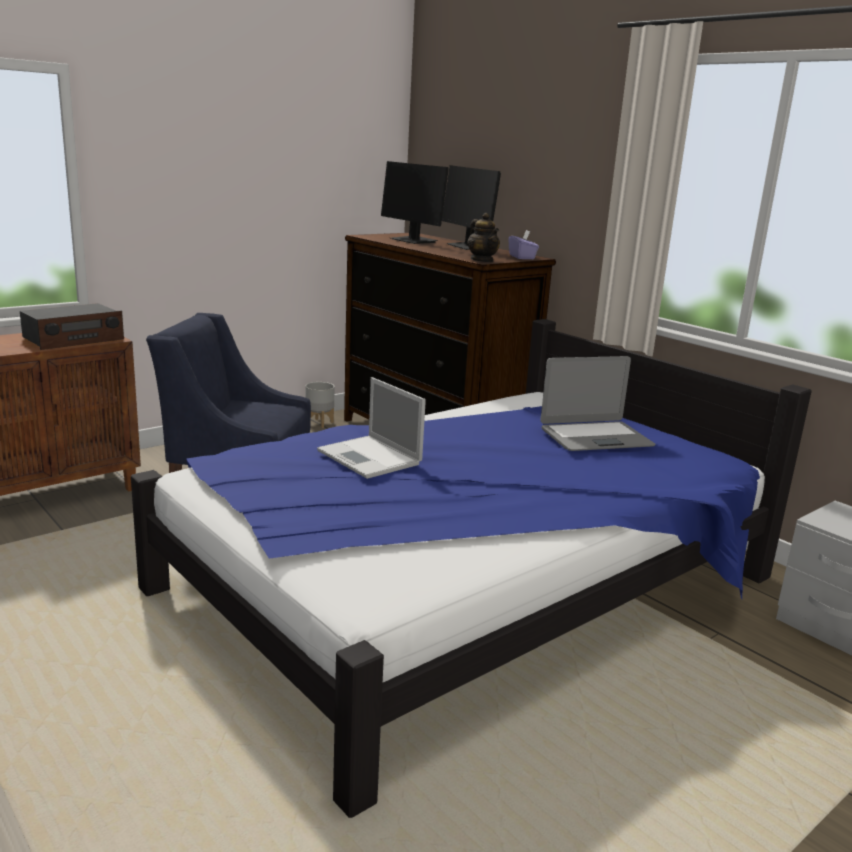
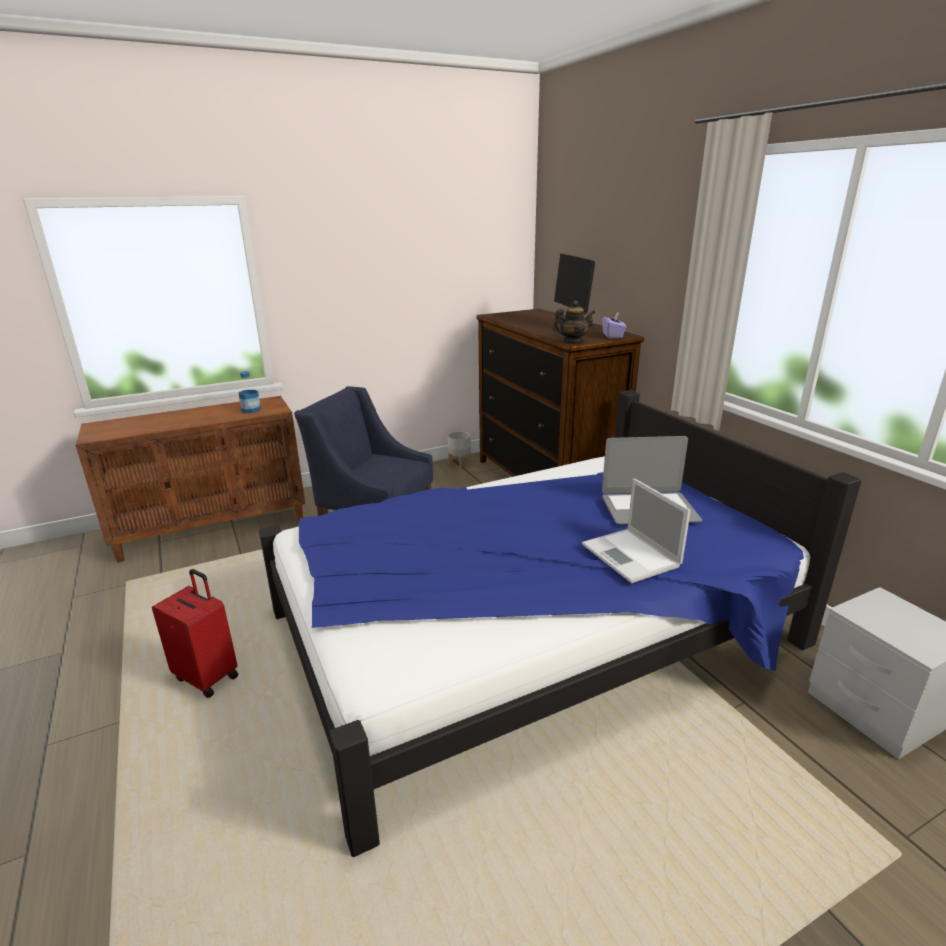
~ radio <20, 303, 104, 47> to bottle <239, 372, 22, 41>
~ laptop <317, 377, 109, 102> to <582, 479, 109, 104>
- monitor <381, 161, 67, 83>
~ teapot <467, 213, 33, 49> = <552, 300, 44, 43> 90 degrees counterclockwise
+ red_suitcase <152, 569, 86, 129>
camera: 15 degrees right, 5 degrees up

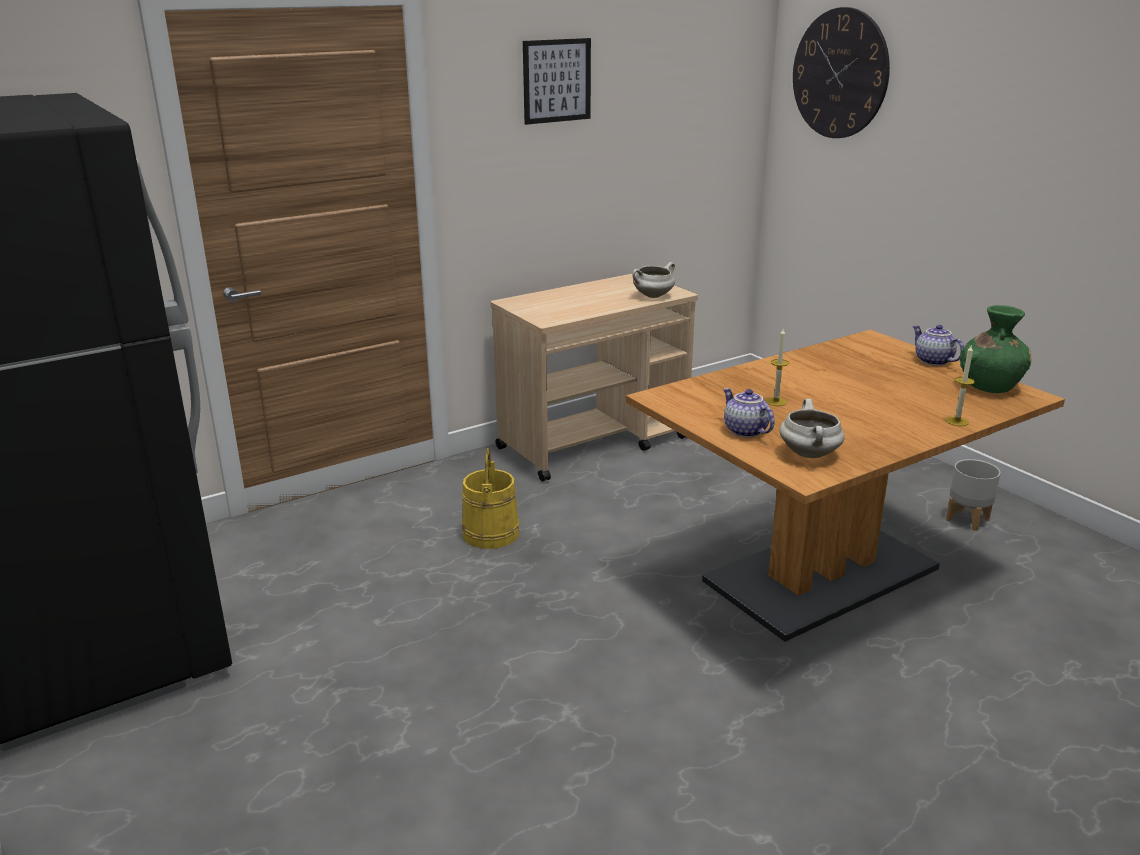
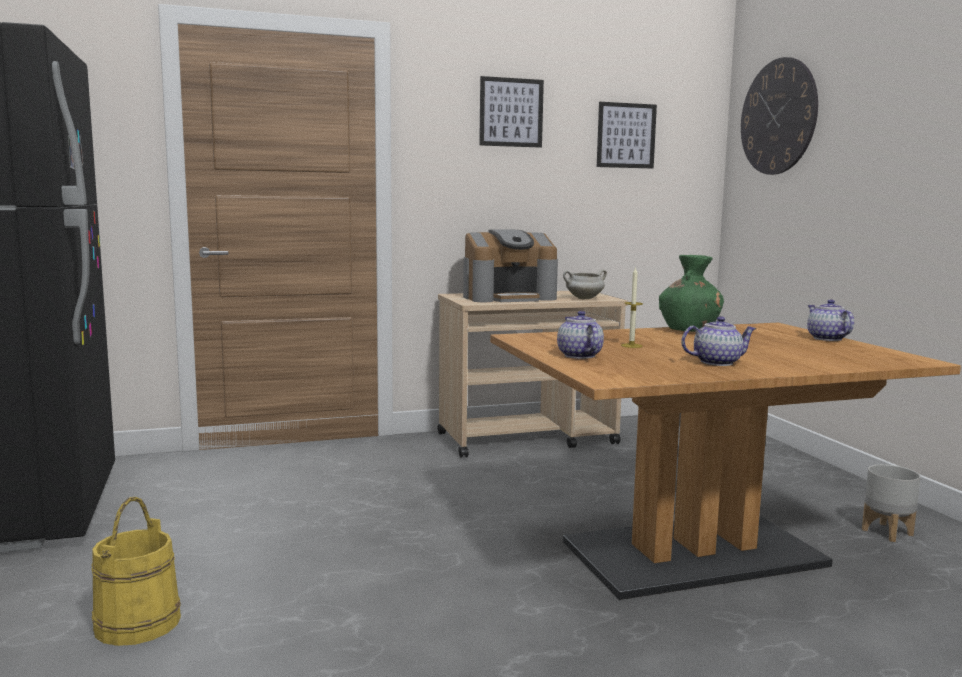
~ yellow_bucket <462, 448, 57, 101> to <91, 497, 90, 149>
- white_cooking_pot <780, 399, 65, 59>
- candle <946, 344, 29, 82>
~ green_vase <960, 305, 71, 88> to <659, 255, 65, 77>
+ coffee_machine <463, 229, 95, 73>
+ picture <597, 102, 60, 67>
+ teapot <681, 316, 76, 50>
camera: 15 degrees right, 15 degrees down

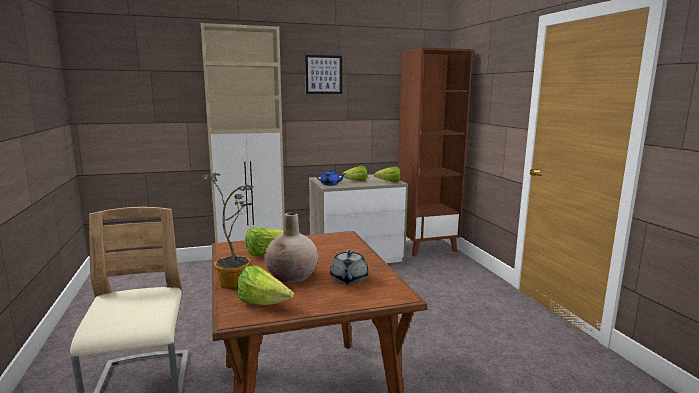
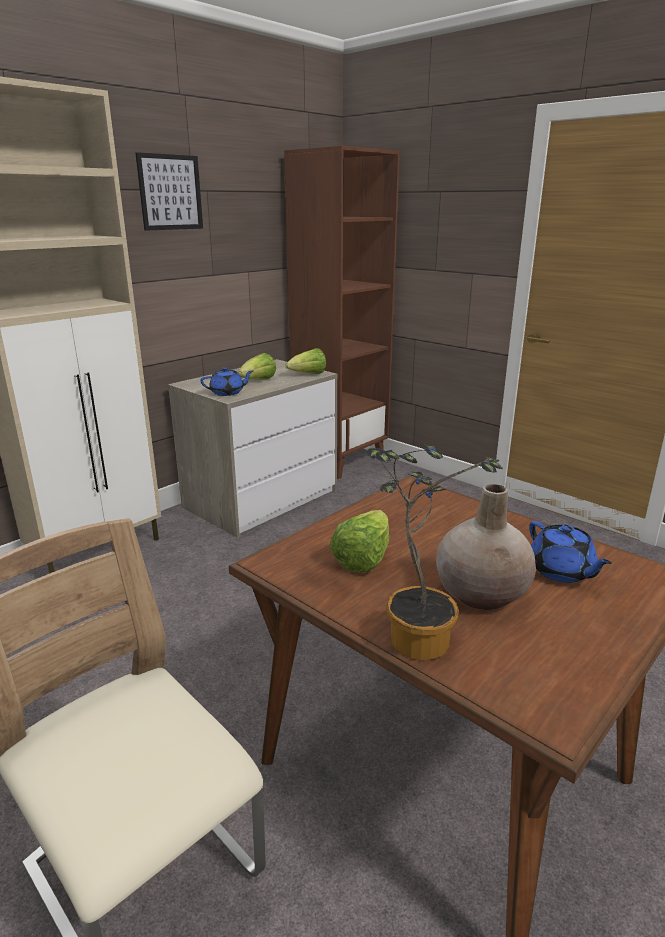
- lettuce <237, 265, 57, 40>
~ grey_teapot <330, 250, 38, 34> to blue_teapot <529, 521, 83, 62>
camera: 30 degrees left, 10 degrees up

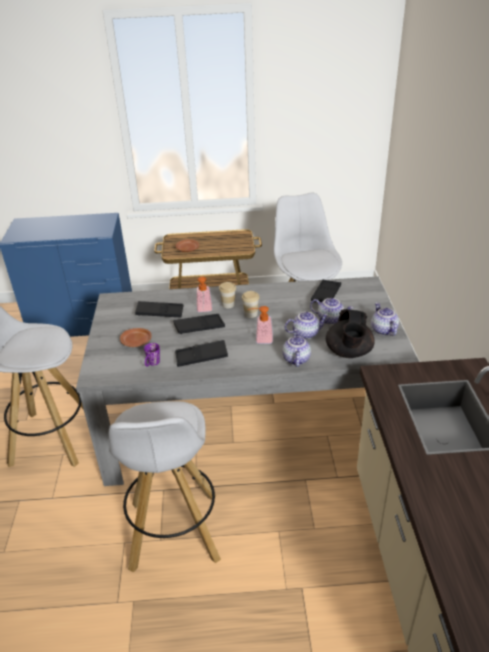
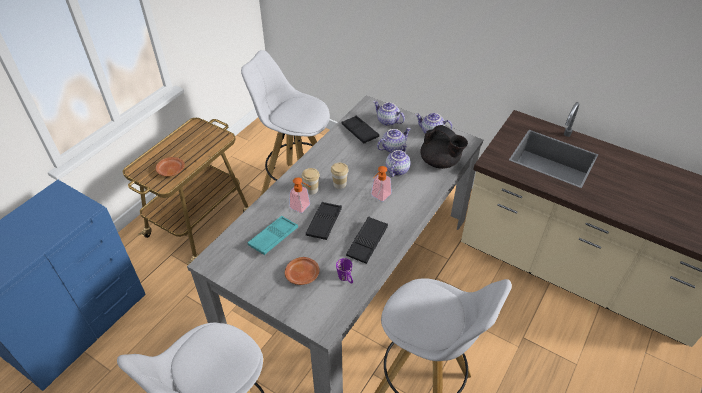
~ black_tray <135, 301, 48, 16> to turquoise_tray <248, 216, 50, 39>
~ teapot <282, 329, 29, 38> to <373, 101, 32, 25>
camera: 55 degrees left, 10 degrees up

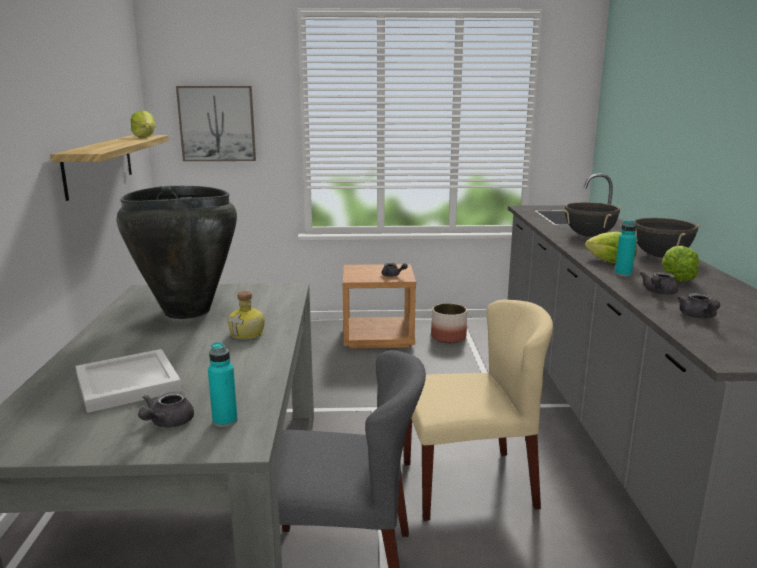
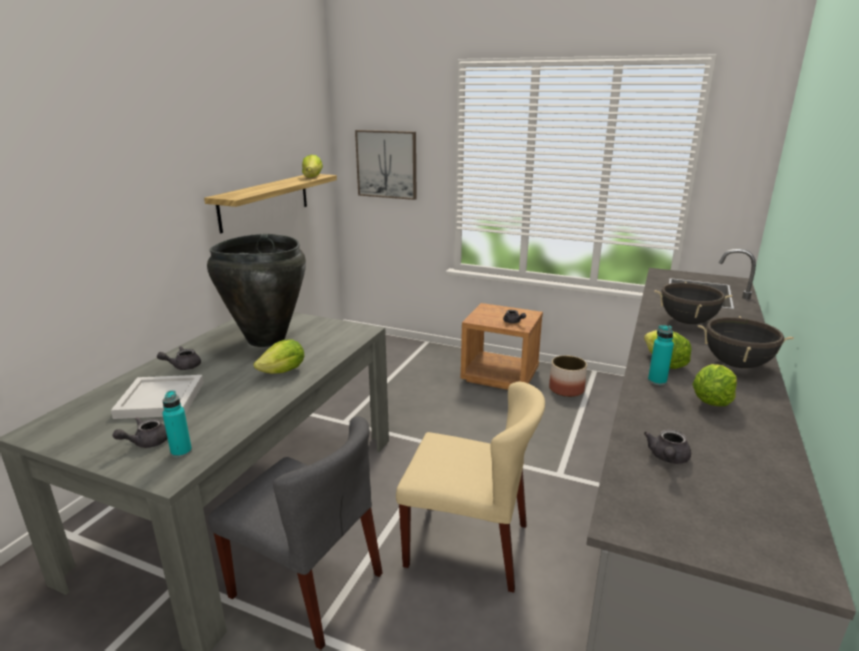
~ bottle <228, 291, 37, 48> to lettuce <254, 339, 50, 35>
~ grey_teapot <640, 272, 38, 23> to <157, 346, 44, 24>
camera: 25 degrees right, 5 degrees up

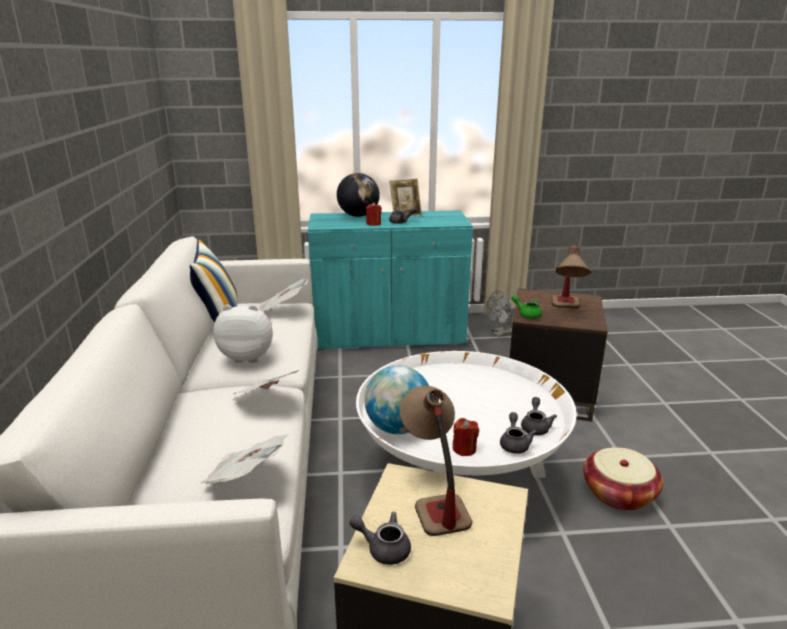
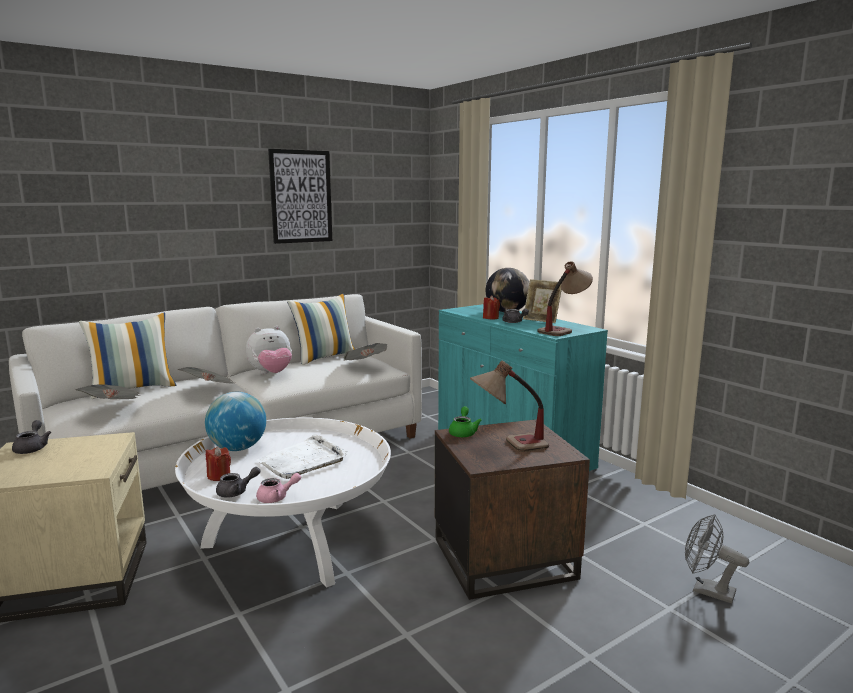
~ plush_toy <213, 305, 60, 58> = <246, 326, 46, 48> 90 degrees clockwise
~ table_lamp <399, 386, 73, 150> to <537, 261, 56, 75>
~ grey_fan <486, 291, 29, 46> to <685, 514, 64, 90>
~ grey_teapot <521, 397, 36, 38> to pink_teapot <256, 473, 45, 30>
- basket <583, 447, 80, 64>
+ pillow <79, 313, 98, 86>
+ white_tray <256, 434, 91, 45>
+ picture <268, 149, 64, 95>
camera: 60 degrees right, 10 degrees down

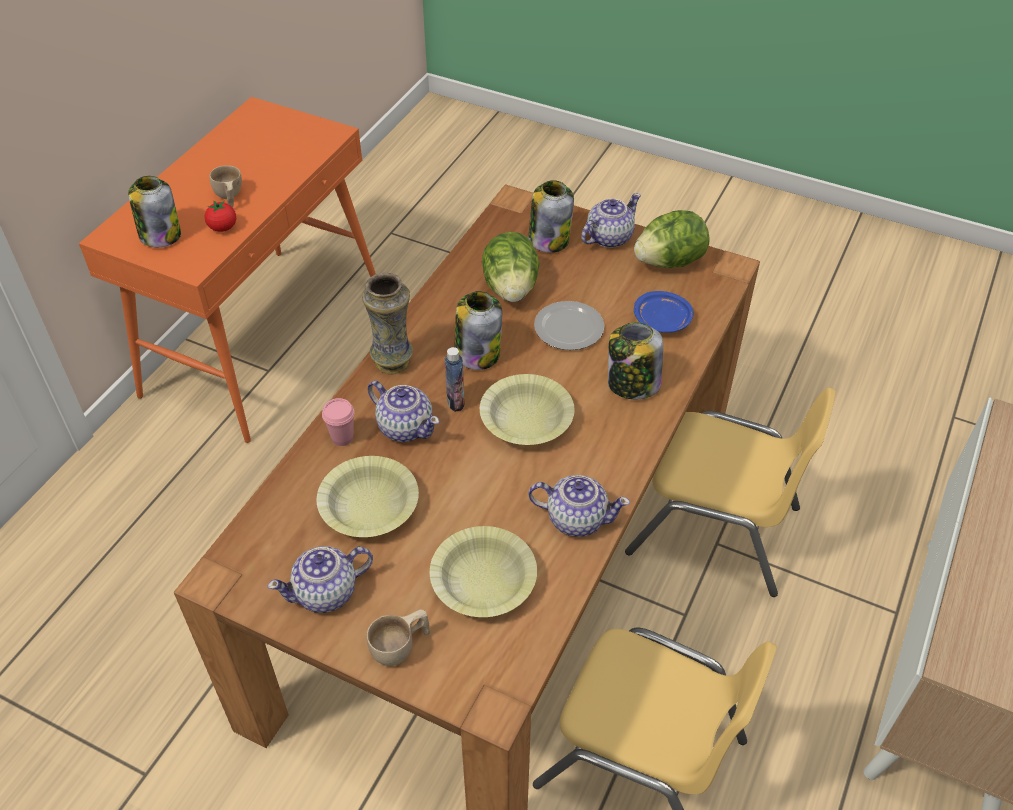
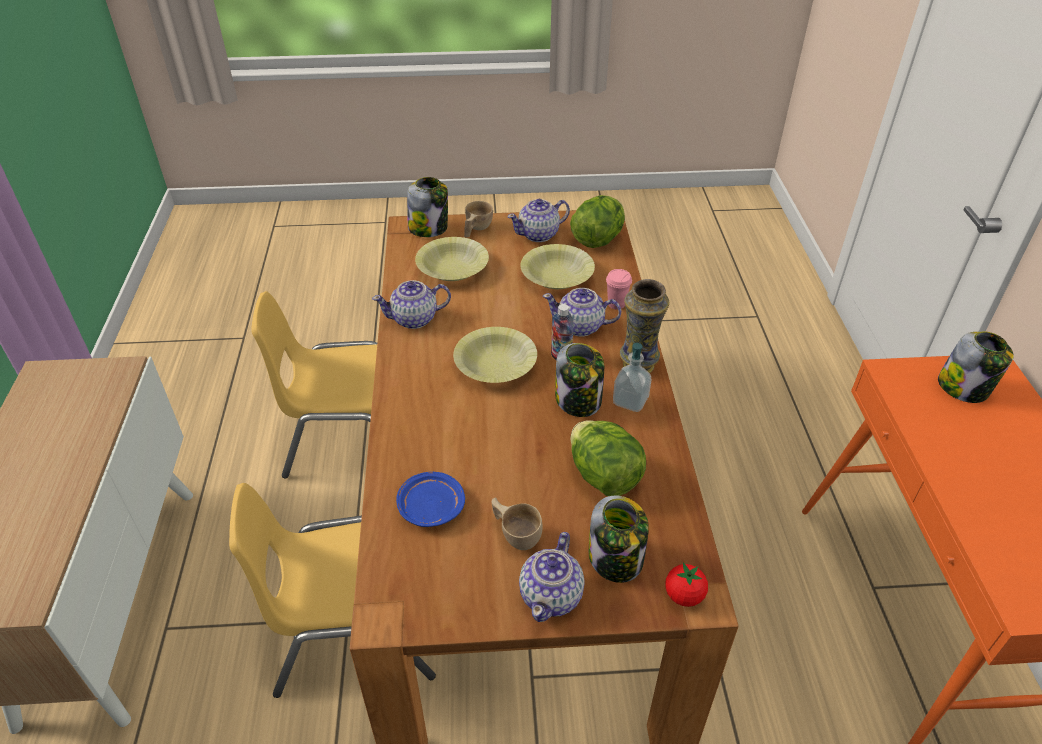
~ tomato <205, 200, 31, 32> to <665, 562, 43, 45>
~ beige_cup <210, 165, 32, 43> to <492, 498, 51, 52>
~ teapot <267, 546, 106, 67> = <507, 199, 63, 43> 150 degrees counterclockwise
- plate <534, 301, 71, 49>
~ jar <608, 322, 55, 77> to <407, 177, 41, 60>
~ lettuce <634, 210, 76, 58> to <570, 195, 55, 53>
+ soap_dispenser <613, 343, 39, 69>
camera: 150 degrees right, 5 degrees down

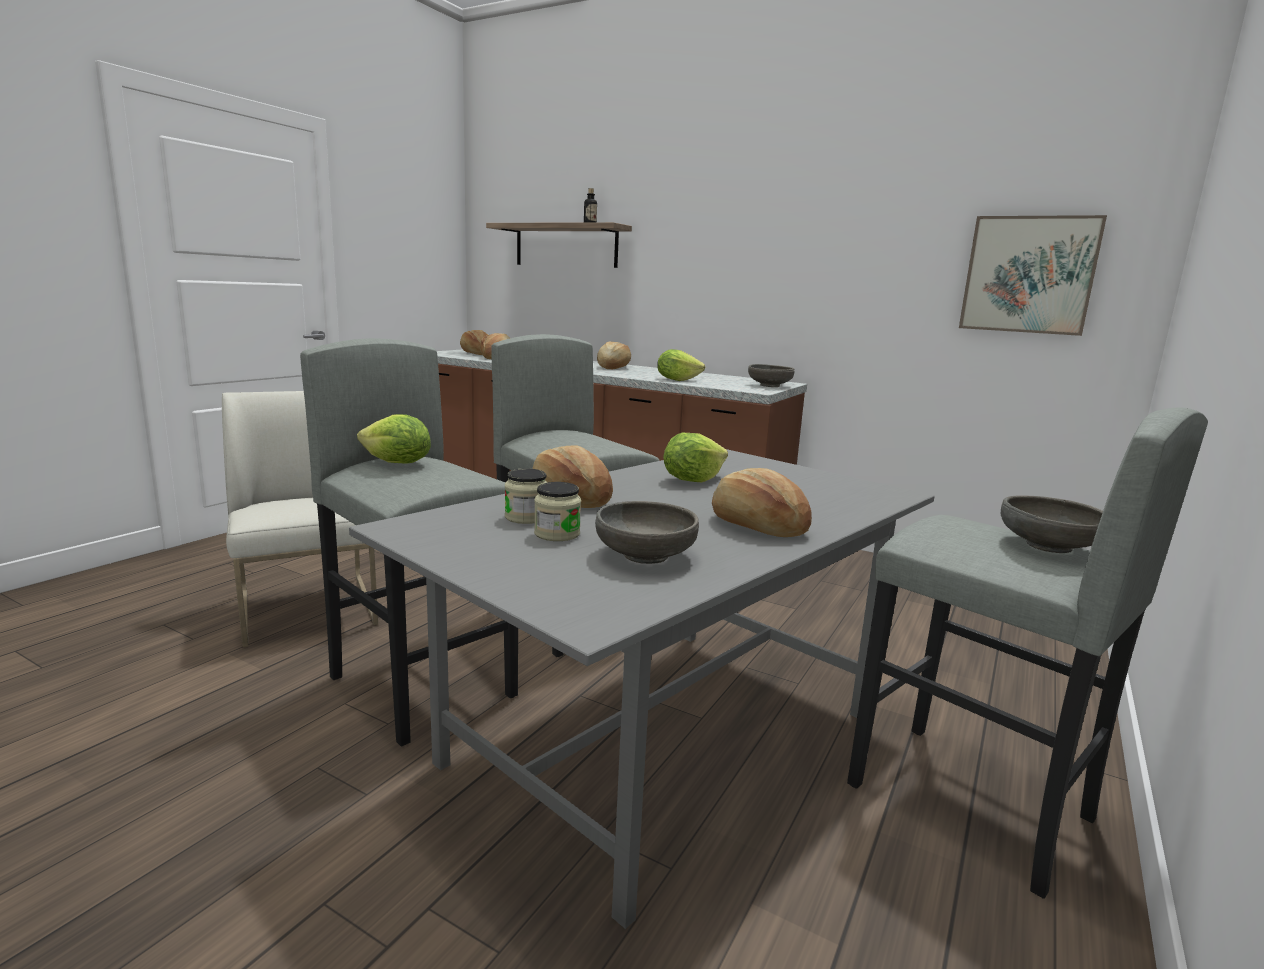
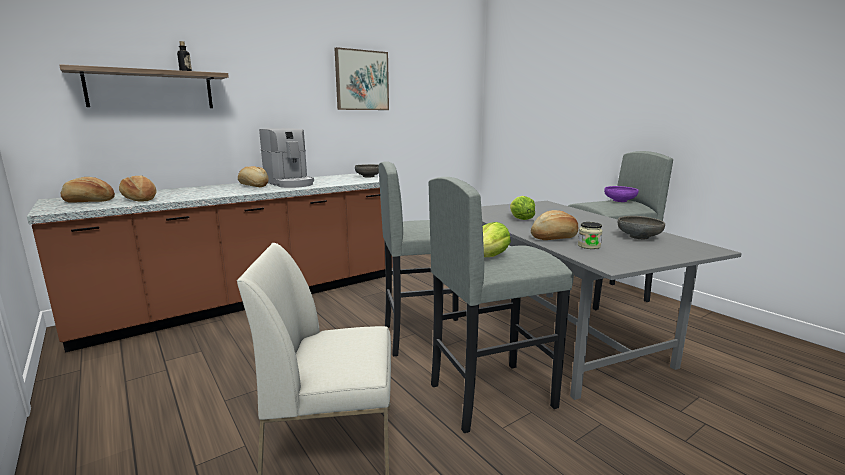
- jar <534, 482, 47, 59>
- lettuce <657, 349, 48, 32>
- bread <712, 468, 100, 69>
~ picture <959, 215, 148, 121> to <334, 47, 55, 63>
~ grey_bowl <1001, 495, 102, 58> to purple_bowl <604, 186, 34, 16>
+ coffee_machine <259, 128, 55, 60>
camera: 65 degrees left, 0 degrees up

